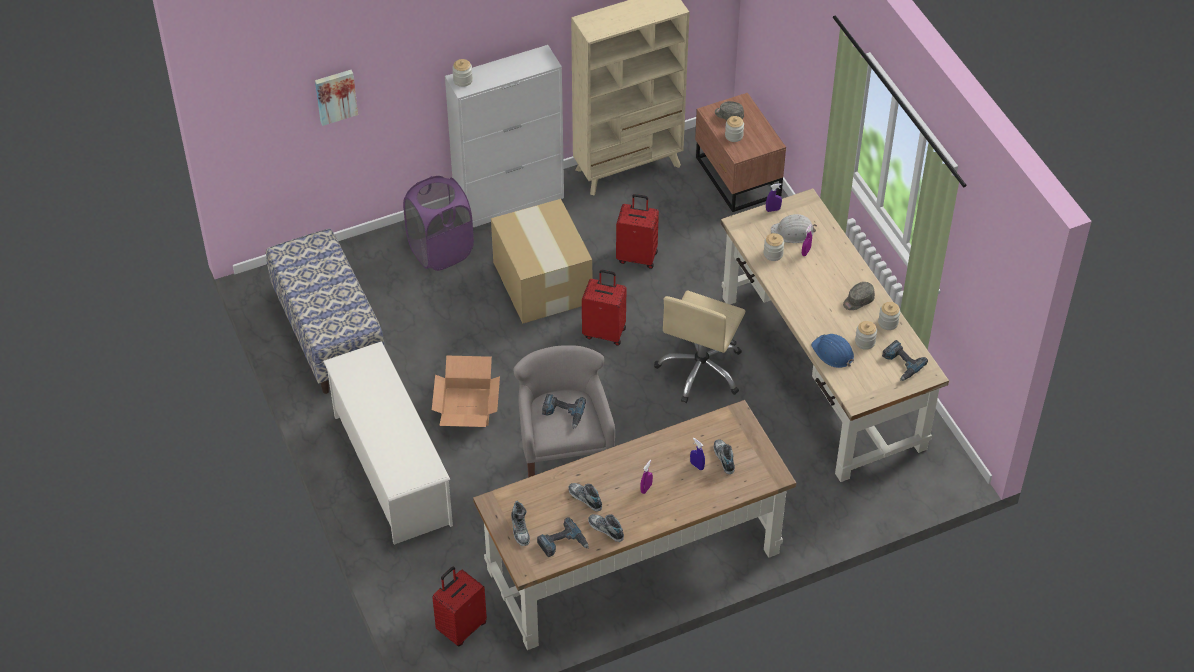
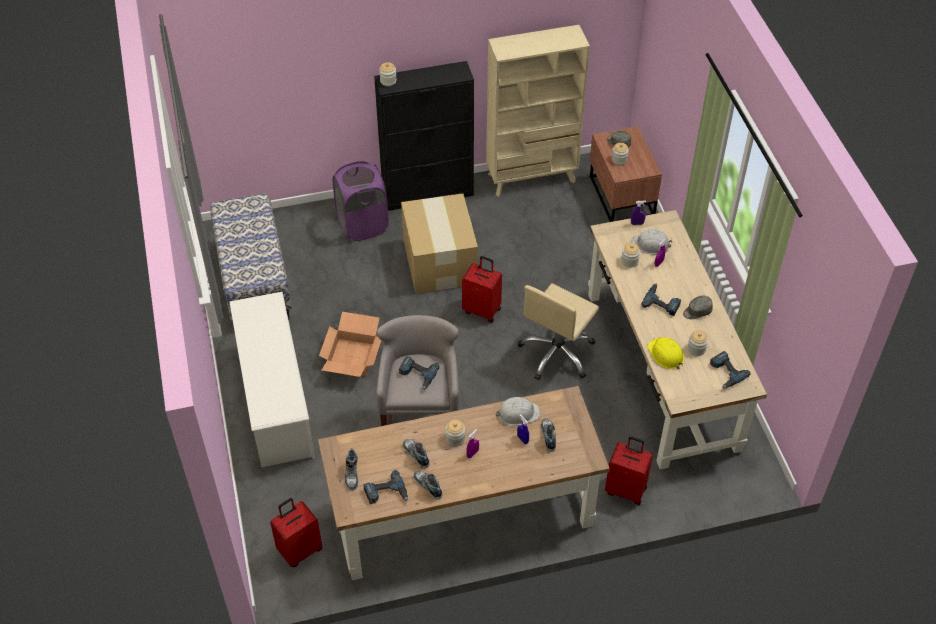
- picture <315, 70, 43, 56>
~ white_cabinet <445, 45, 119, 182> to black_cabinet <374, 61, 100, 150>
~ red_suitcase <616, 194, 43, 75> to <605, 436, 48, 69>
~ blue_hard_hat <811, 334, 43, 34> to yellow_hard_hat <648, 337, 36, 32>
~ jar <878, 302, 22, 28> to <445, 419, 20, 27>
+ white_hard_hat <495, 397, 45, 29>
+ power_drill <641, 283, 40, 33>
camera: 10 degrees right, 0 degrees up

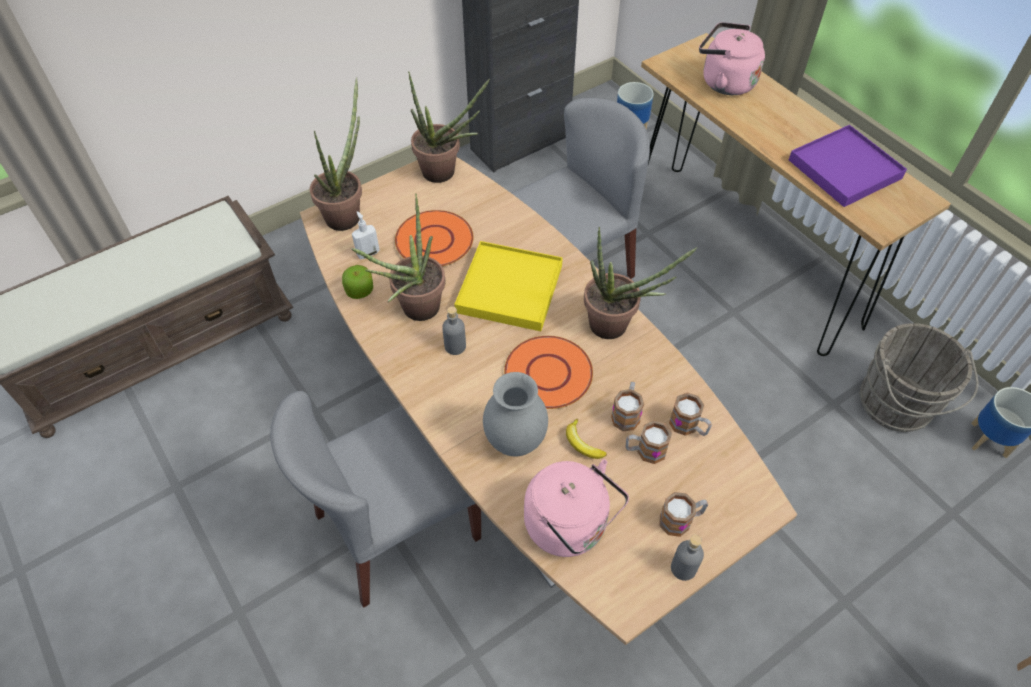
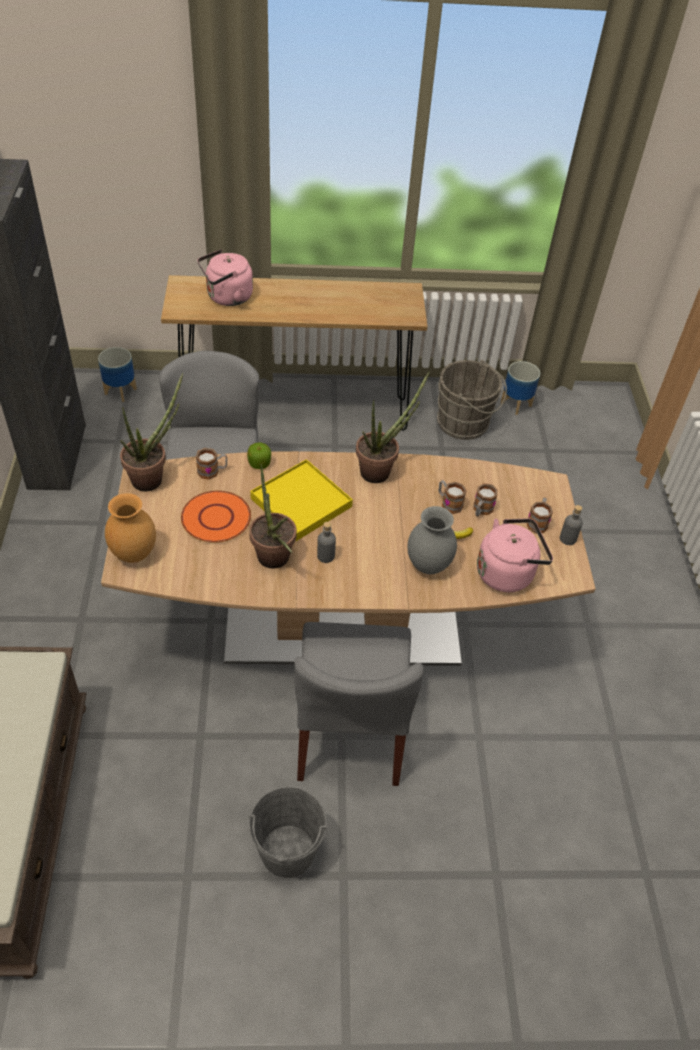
~ potted_plant <310, 77, 52, 154> to brown_vase <105, 493, 51, 70>
~ apple <342, 265, 31, 34> to <247, 443, 24, 26>
- soap_dispenser <352, 211, 28, 48>
- orange_plate <504, 336, 89, 73>
~ mug <669, 392, 43, 44> to <196, 448, 31, 32>
- purple_tray <789, 125, 118, 82>
+ grey_bucket <249, 787, 79, 91>
camera: 60 degrees left, 5 degrees down

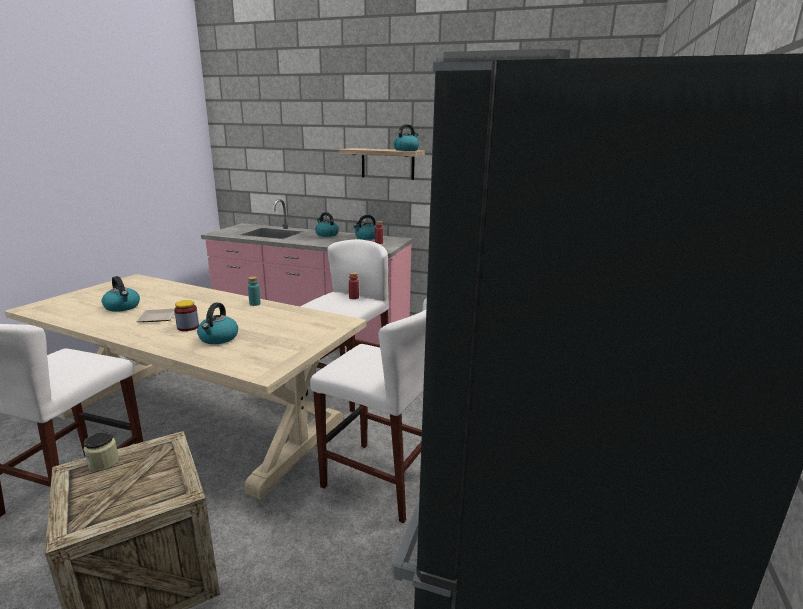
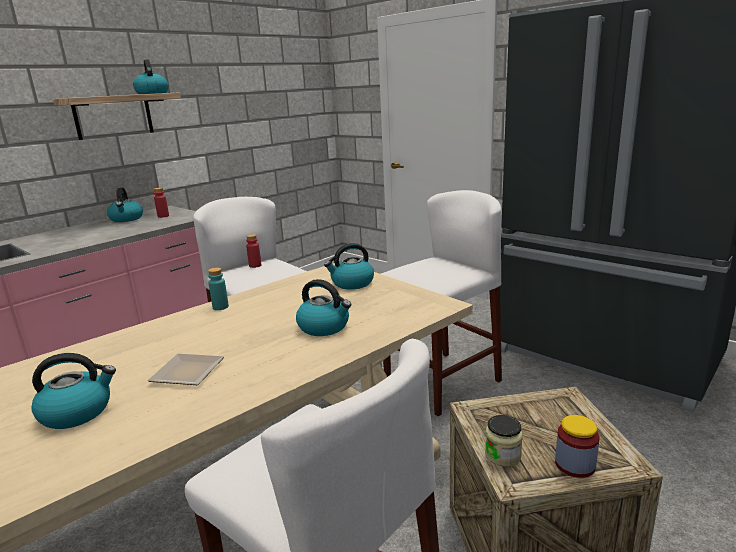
~ jar <174, 300, 25, 31> to <555, 415, 45, 63>
~ kettle <315, 212, 24, 25> to <324, 243, 50, 46>
camera: 65 degrees left, 0 degrees up

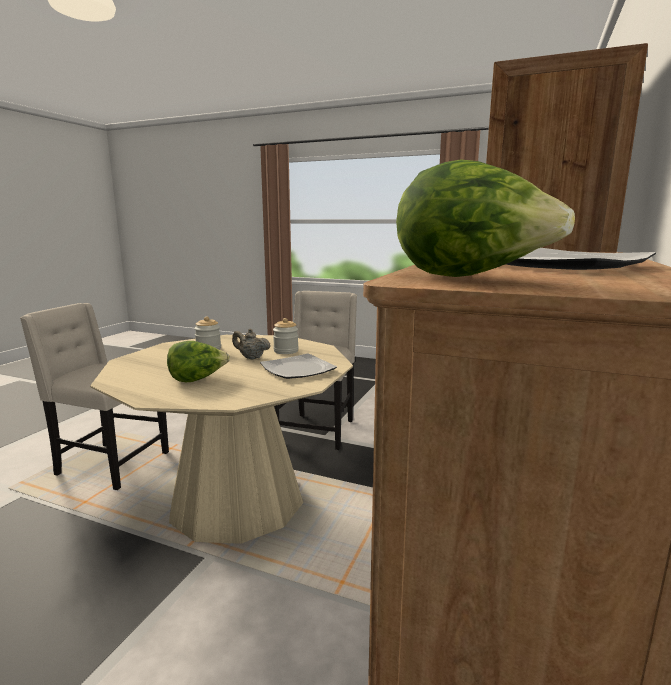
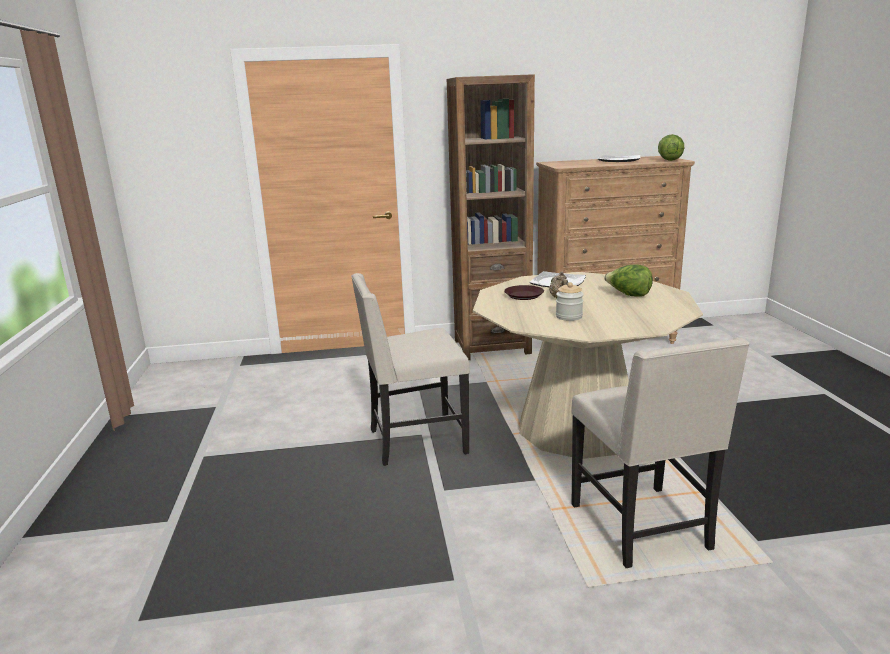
~ jar <273, 318, 26, 36> to brown_plate <504, 285, 40, 15>
camera: 120 degrees left, 5 degrees up

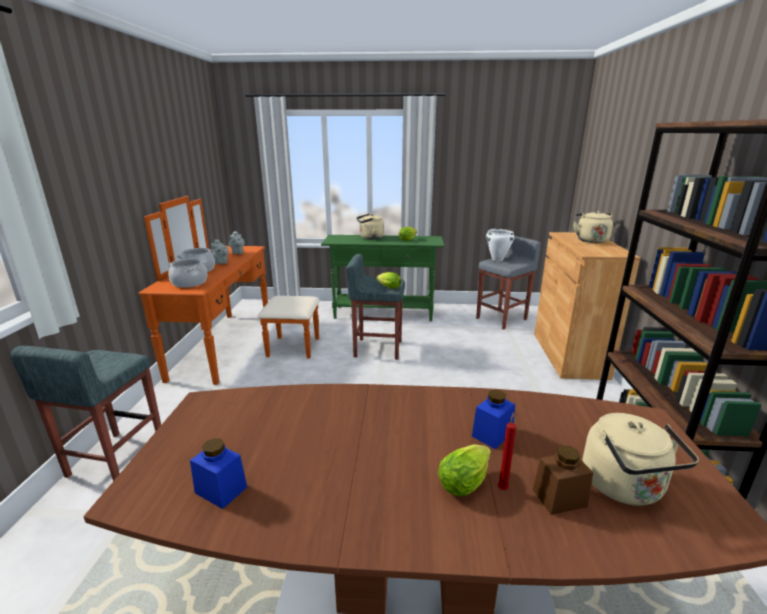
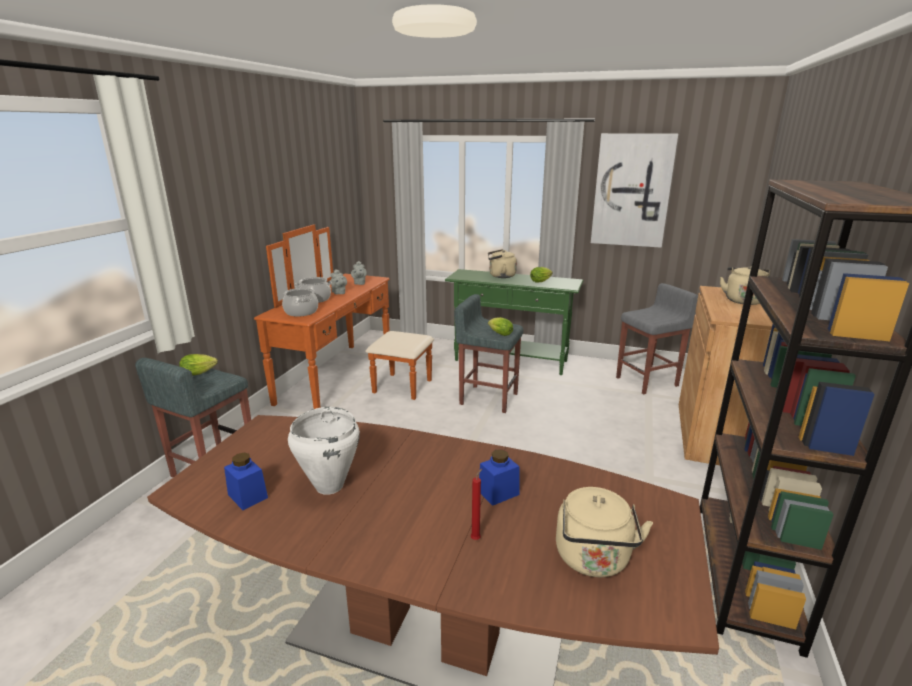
~ lettuce <438, 444, 53, 52> to <179, 354, 39, 22>
~ white_cooking_pot <486, 229, 29, 32> to <288, 407, 72, 88>
- brown_jar <533, 445, 60, 70>
+ picture <591, 133, 87, 115>
camera: 15 degrees right, 0 degrees up

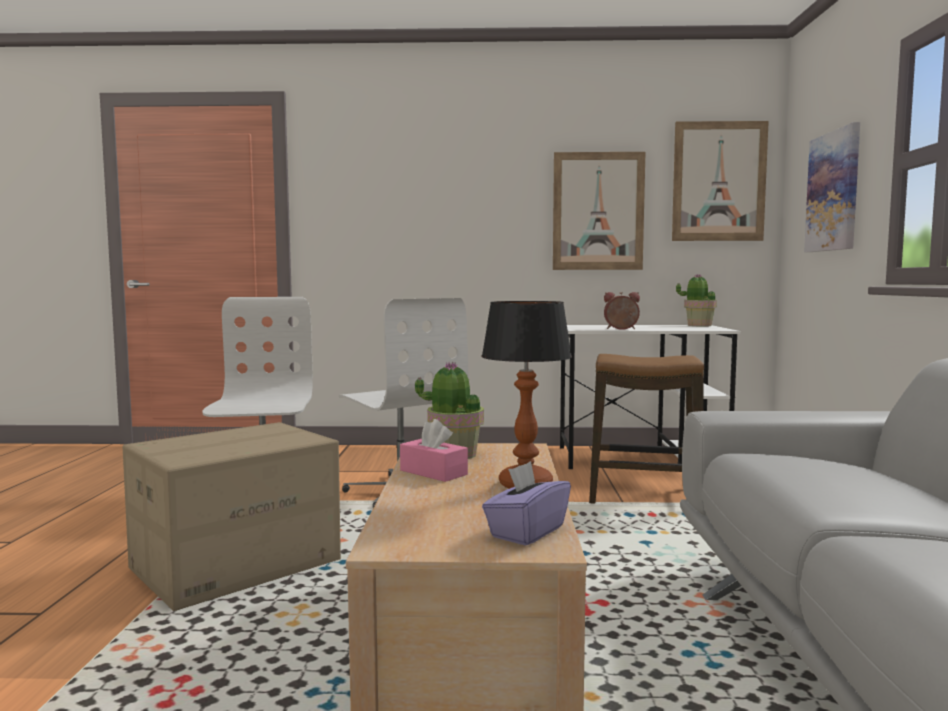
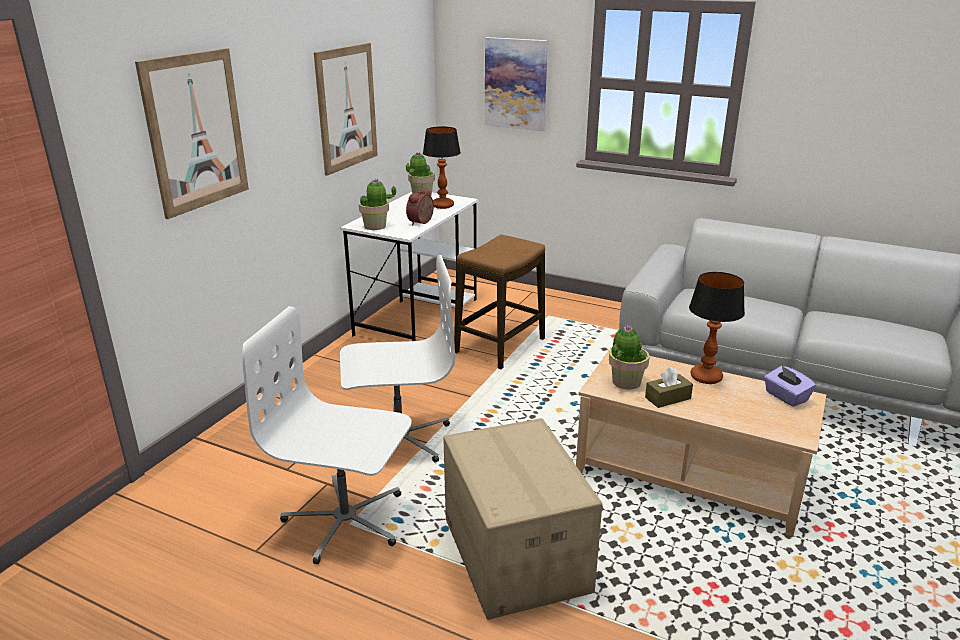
~ pink_tissue_box <400, 419, 68, 63> to brown_tissue_box <645, 367, 48, 41>
~ picture <672, 121, 97, 120> to <135, 48, 114, 171>
+ potted_plant <359, 178, 38, 52>
+ table_lamp <423, 126, 38, 83>
camera: 65 degrees left, 20 degrees up

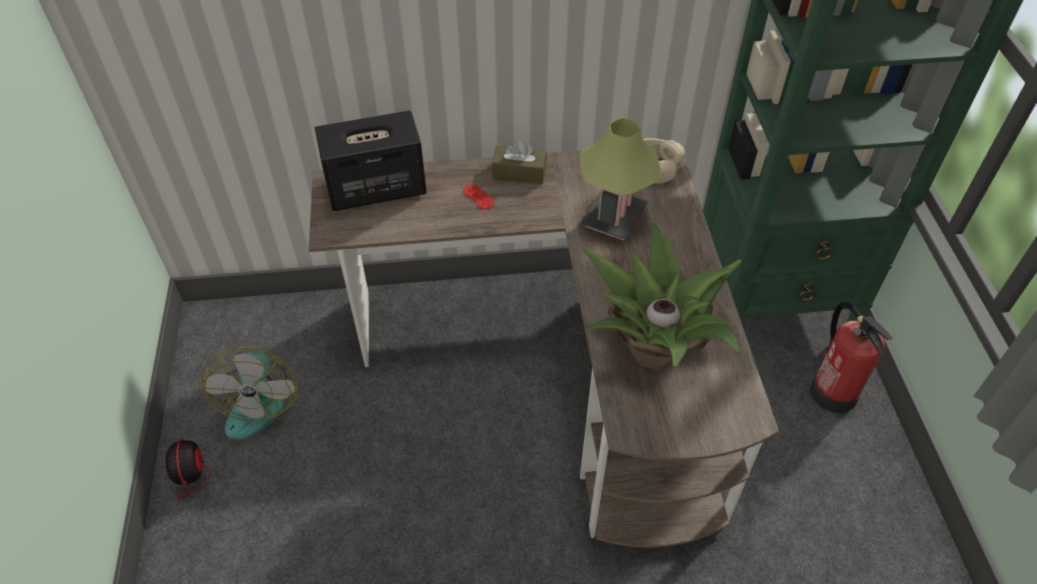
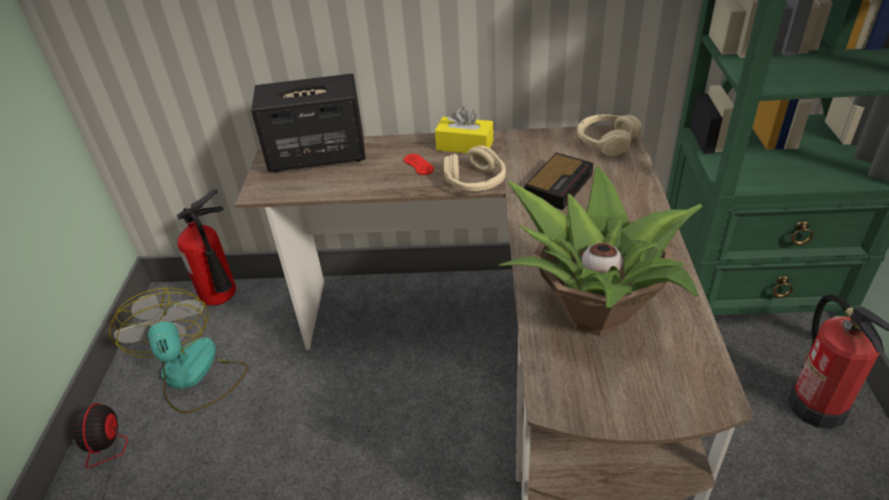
~ fan <201, 347, 97, 92> = <109, 288, 139, 126> 150 degrees clockwise
~ brown_tissue_box <492, 141, 55, 43> to yellow_tissue_box <435, 106, 58, 47>
~ table_lamp <580, 117, 81, 123> to alarm_clock <525, 152, 68, 58>
+ fire_extinguisher <177, 189, 59, 116>
+ beige_headphones <444, 145, 62, 46>
camera: 10 degrees right, 10 degrees down

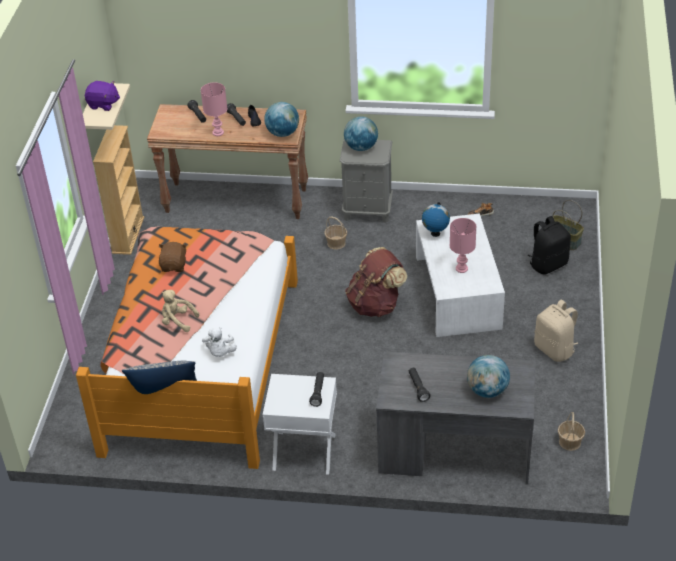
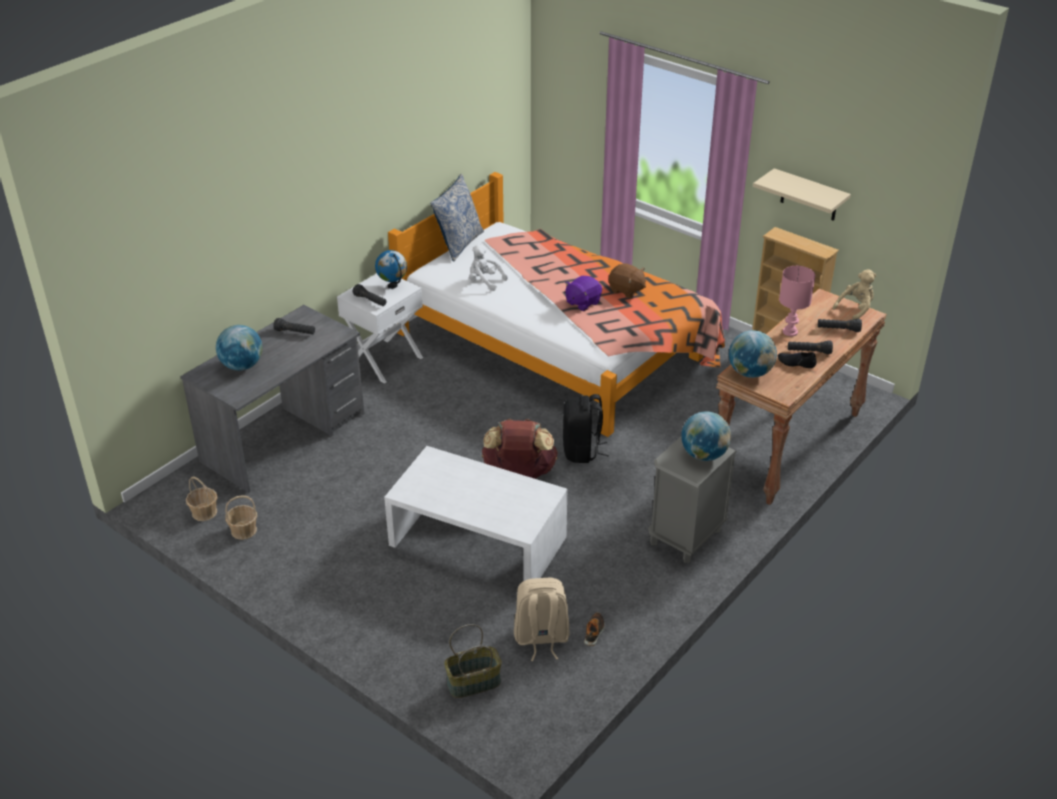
~ purple_plush_toy <85, 81, 35, 30> to <565, 276, 37, 35>
~ beige_plush_toy <162, 290, 37, 42> to <833, 269, 43, 51>
~ basket <324, 217, 23, 33> to <225, 495, 32, 45>
~ globe <422, 202, 28, 35> to <375, 250, 32, 39>
- pink_table_lamp <450, 218, 26, 55>
~ black_backpack <528, 216, 43, 58> to <563, 394, 46, 69>
~ beige_backpack <534, 299, 44, 63> to <514, 578, 56, 83>
camera: 120 degrees right, 5 degrees down

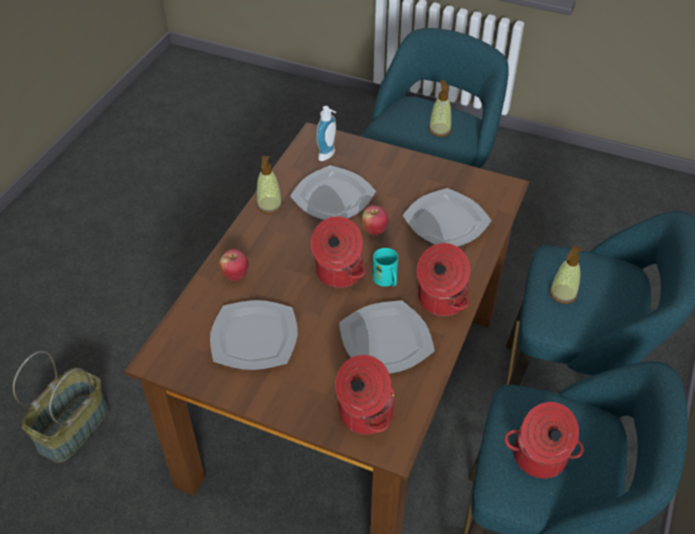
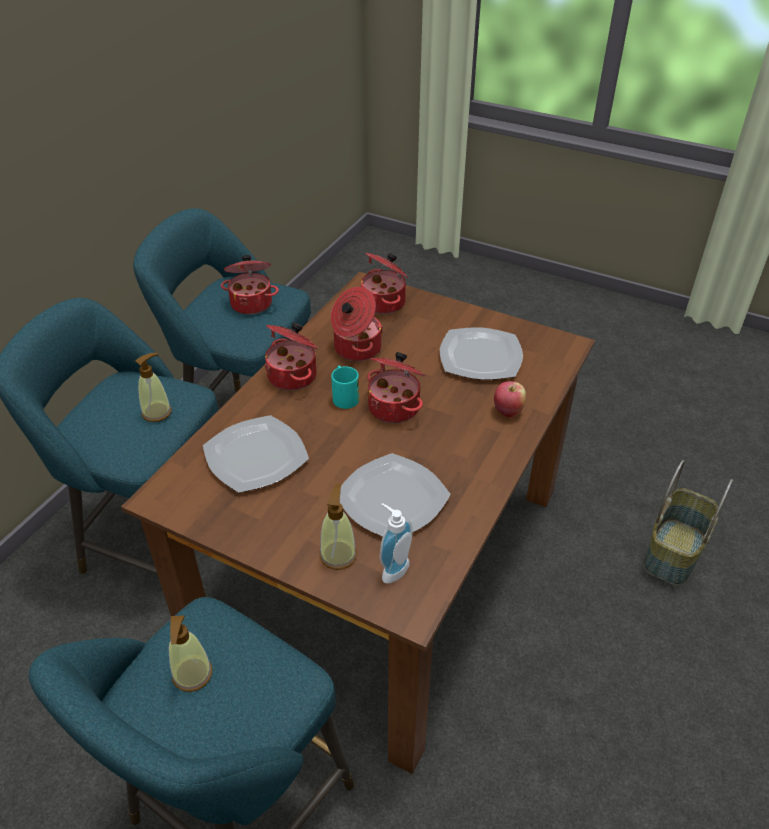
~ soap_dispenser <256, 156, 27, 58> to <320, 484, 37, 86>
~ plate <339, 301, 96, 73> to cooking_pot <331, 287, 52, 74>
- apple <361, 205, 27, 30>
camera: 175 degrees left, 5 degrees down

